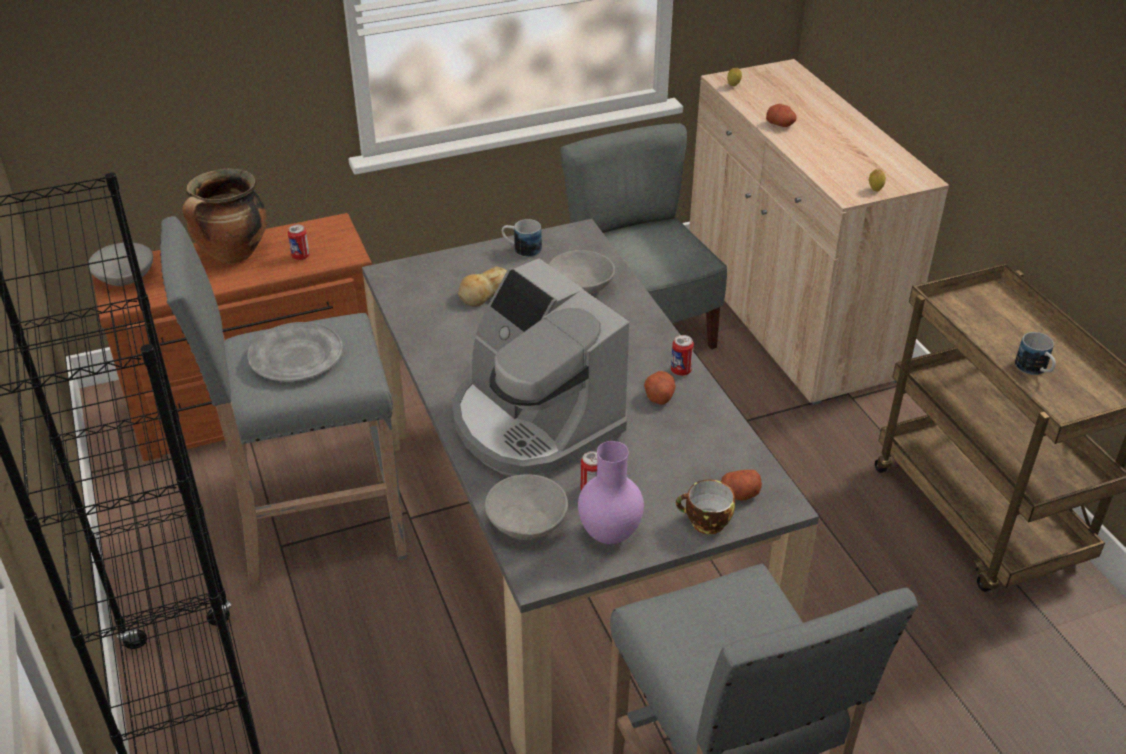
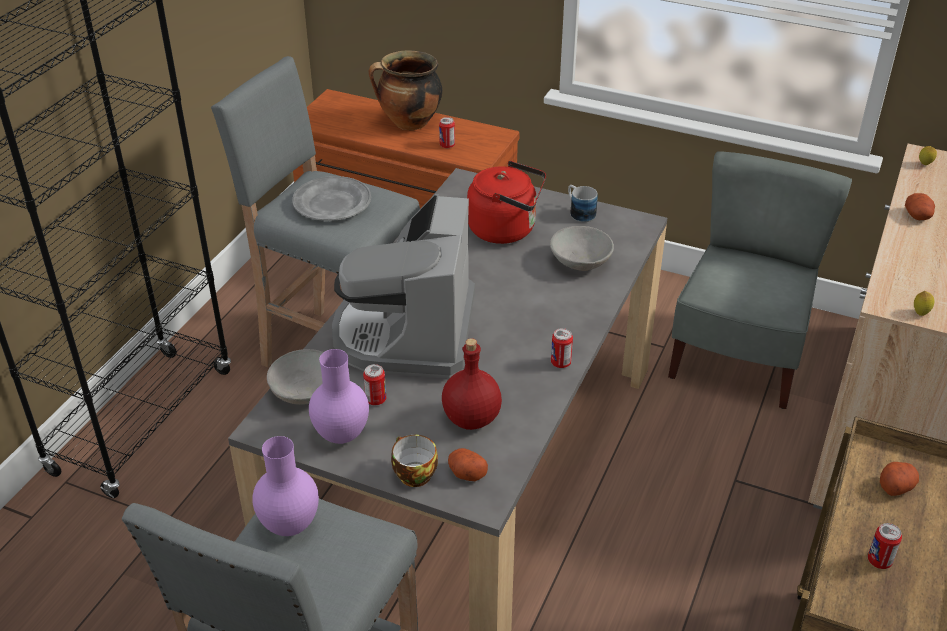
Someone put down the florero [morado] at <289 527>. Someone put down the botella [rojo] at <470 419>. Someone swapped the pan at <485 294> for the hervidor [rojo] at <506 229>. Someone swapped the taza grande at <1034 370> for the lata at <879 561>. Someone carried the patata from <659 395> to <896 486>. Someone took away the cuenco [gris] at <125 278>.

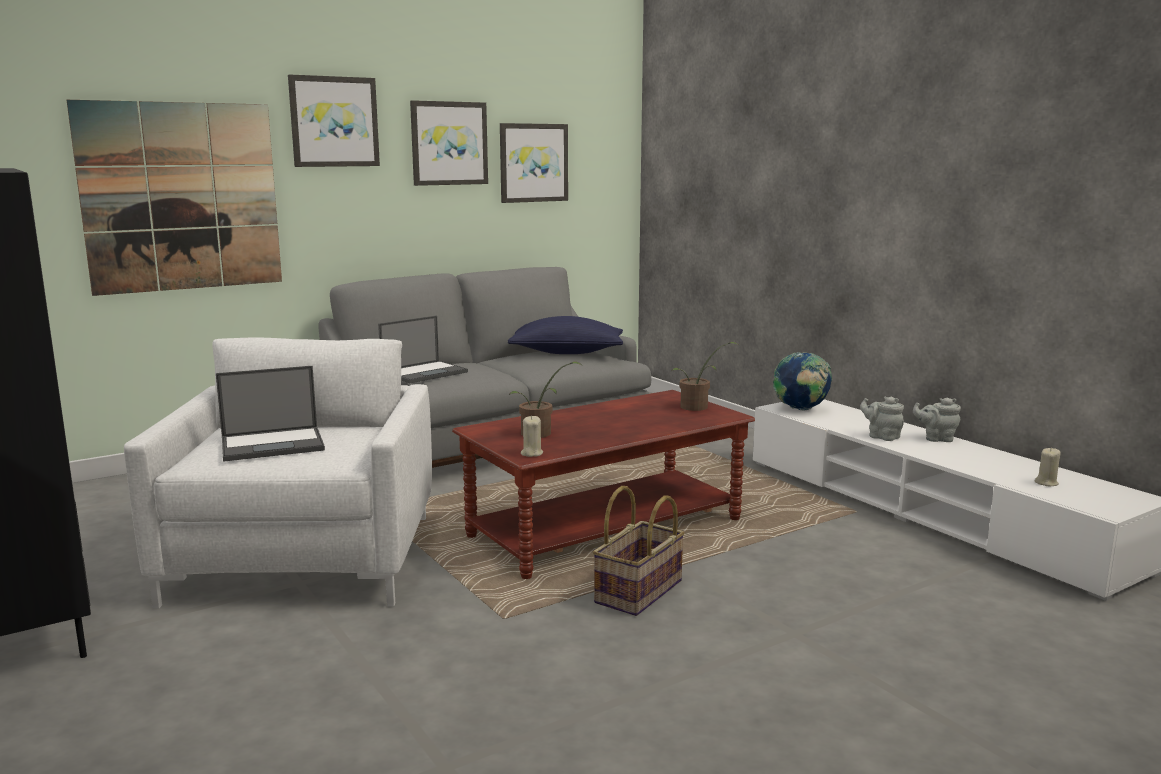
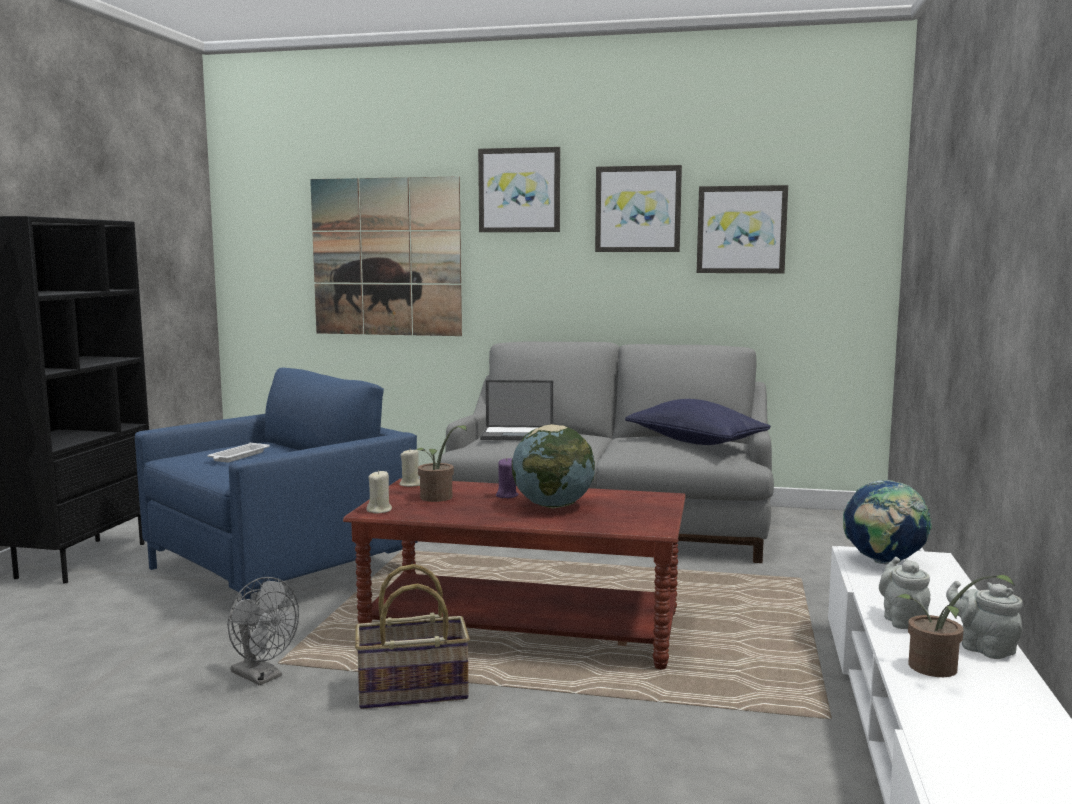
Someone repainted the sillón [blanco] at <305 559>, which became the sillón [azul] at <282 569>. Someone swapped the portátil at <274 444> for the bandeja [blanco] at <238 456>. Someone put down the ventilador [gris] at <262 677>. Someone carried the vela [beis] from <1046 483> to <411 484>. Someone put down the vela [morado] at <506 495>. Someone put down the globo terráqueo at <553 506>. Someone carried the planta en maceta from <698 407> to <938 670>.

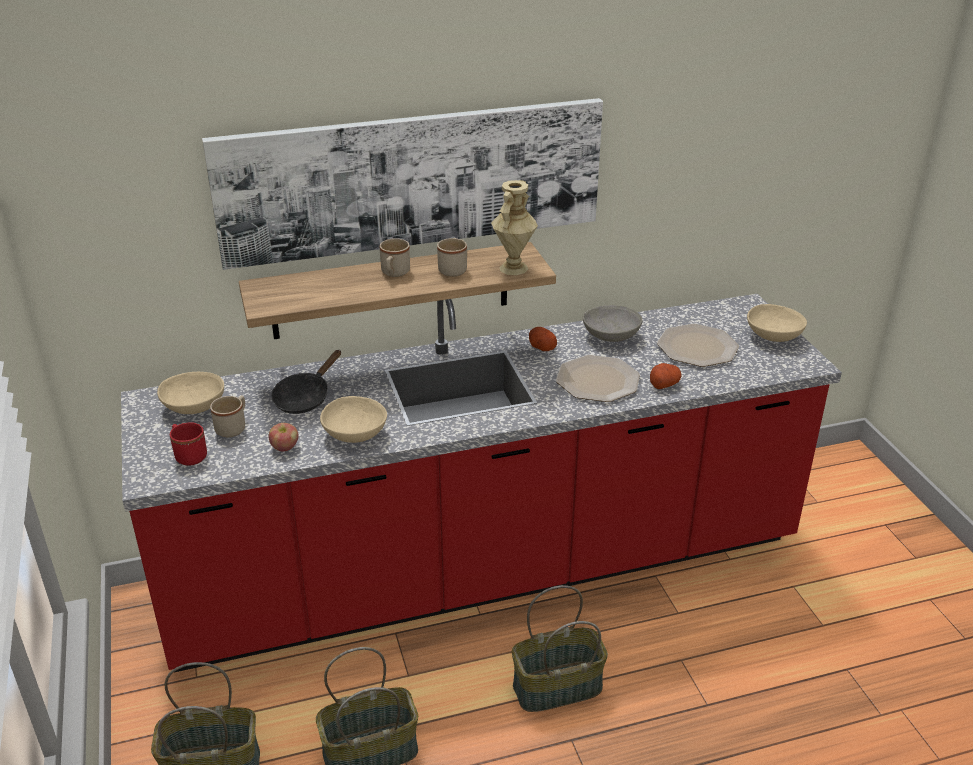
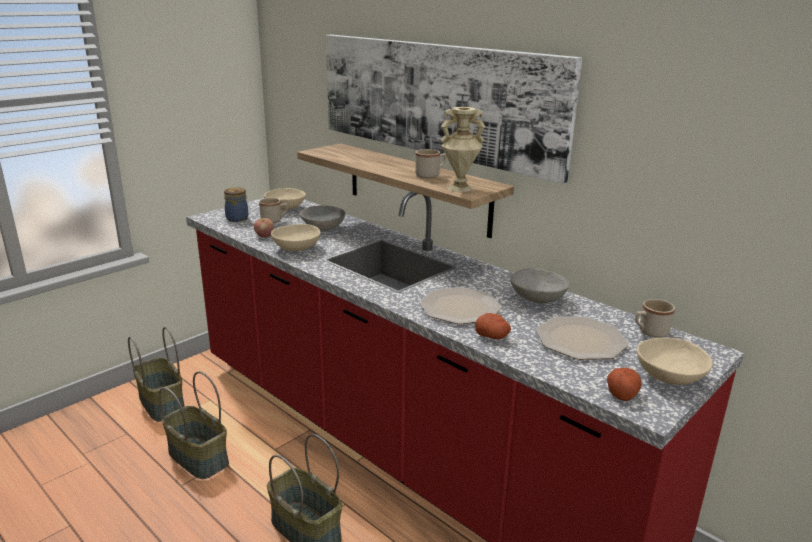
Someone swapped the taza grande [rojo] at <188 455> for the tarro at <238 218>. Someone swapped the sartén [negro] at <305 397> for the cuenco [gris] at <323 228>. Someone carried the patata from <541 346> to <622 393>. Someone carried the taza grande [beis] from <394 273> to <649 332>.

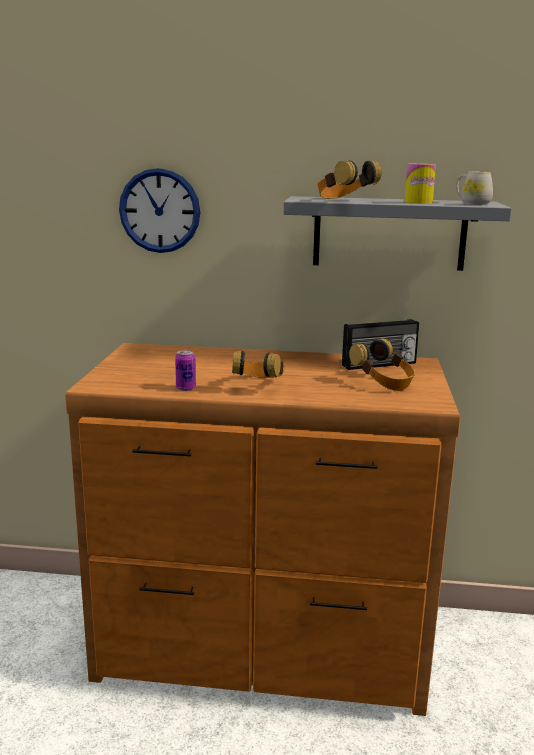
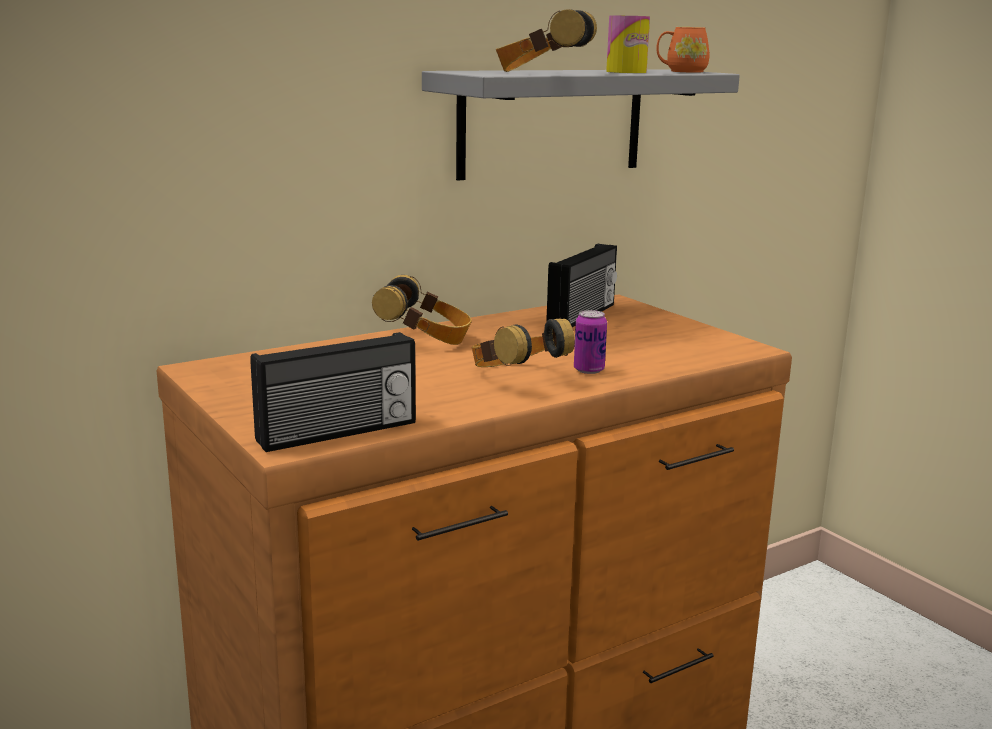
Someone put down the radio at <338 433>. Someone carried the auriculares from <383 383> to <425 340>. Someone carried the lata from <185 388> to <588 370>. Someone repainted the taza grande [blanco] at <472 203>, which became the taza grande [naranja] at <681 71>. Someone took away the reloj de pared at <160 211>.

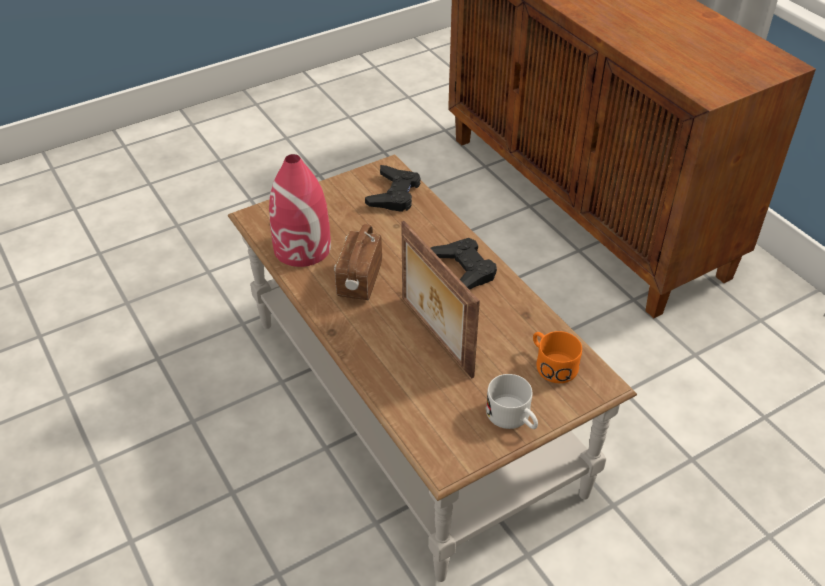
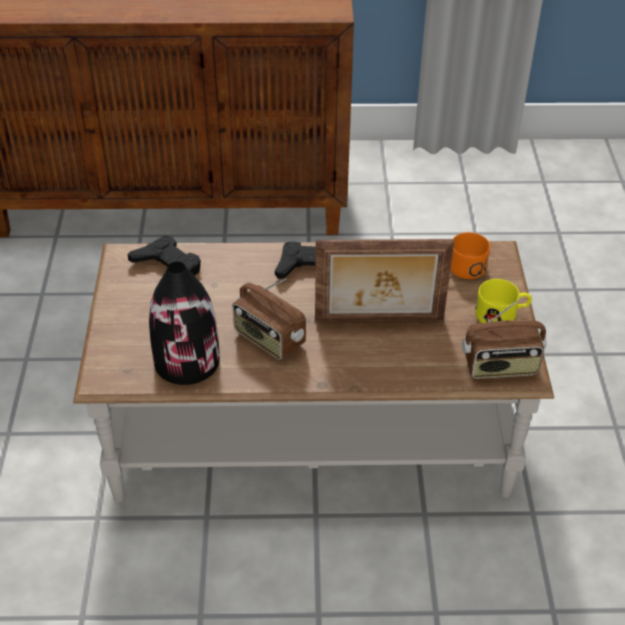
Someone repainted the florero [rojo] at <303 248>, which became the florero [negro] at <187 361>. Someone put down the radio at <500 367>. Someone repainted the taza grande [blanco] at <513 418>, which became the taza grande [amarillo] at <502 315>.

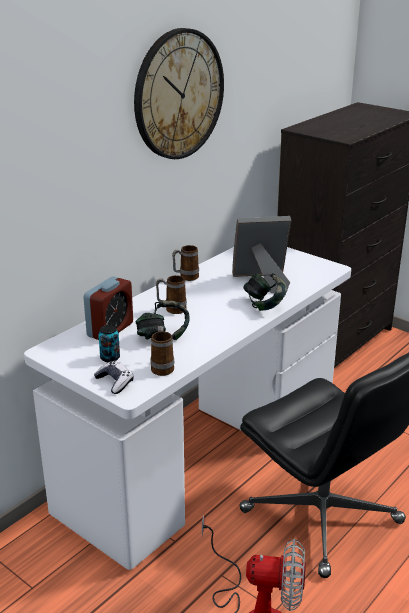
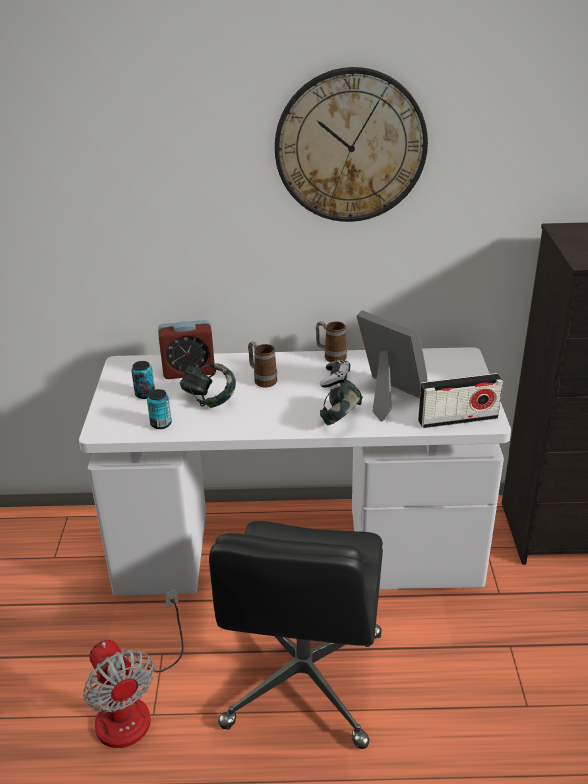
Someone swapped the taza grande at <162 367> for the lata at <161 424>. Someone carried the mando de consola from <115 382> to <335 379>. Someone put down the radio at <458 419>.

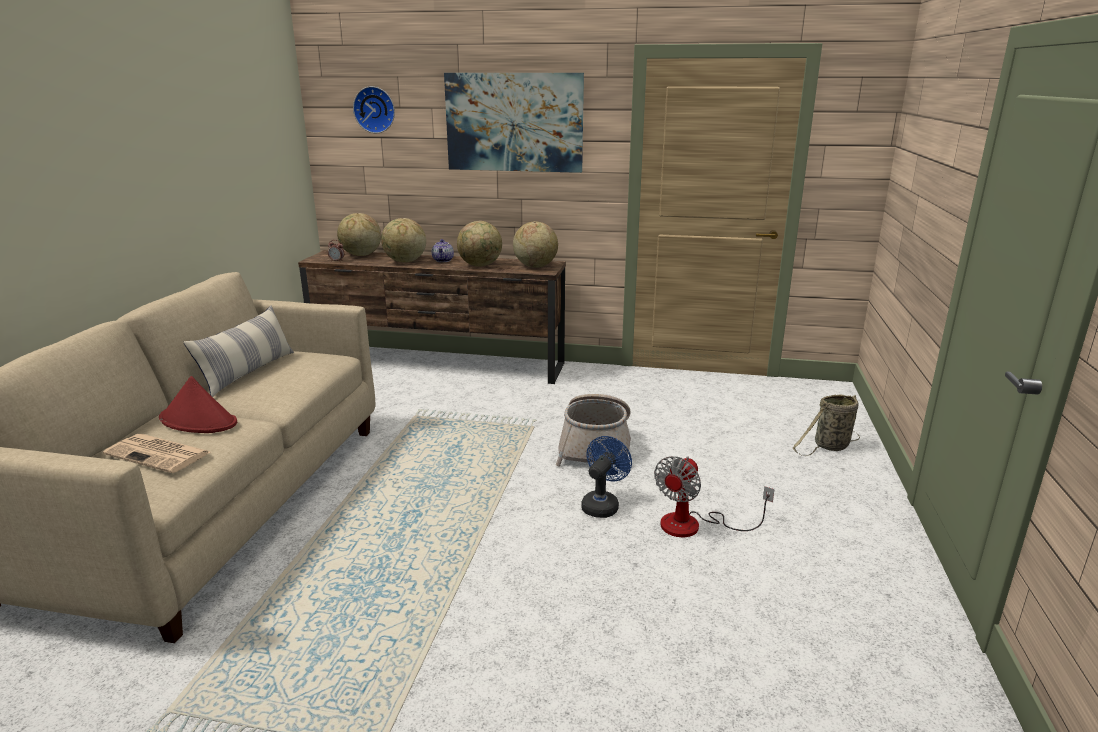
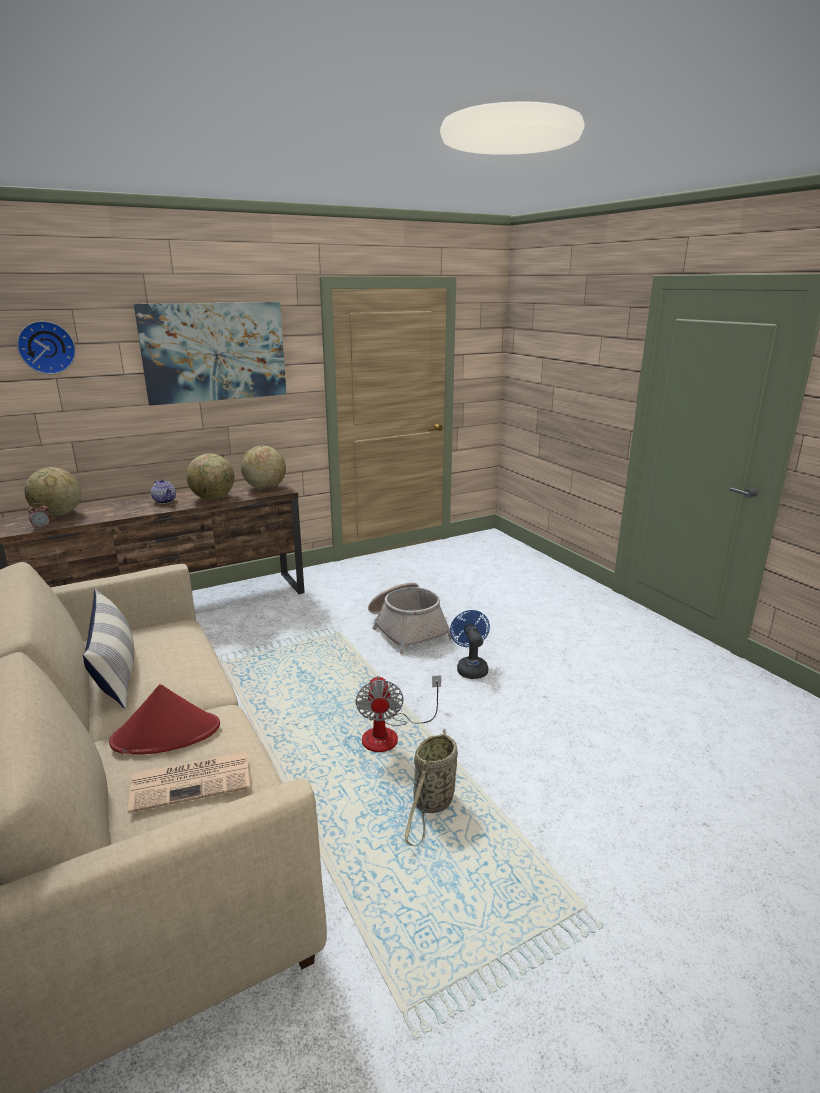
Someone carried the ventilador from <694 525> to <390 734>. Someone carried the cesta from <829 447> to <432 804>. Someone took away the globo terráqueo at <405 262>.

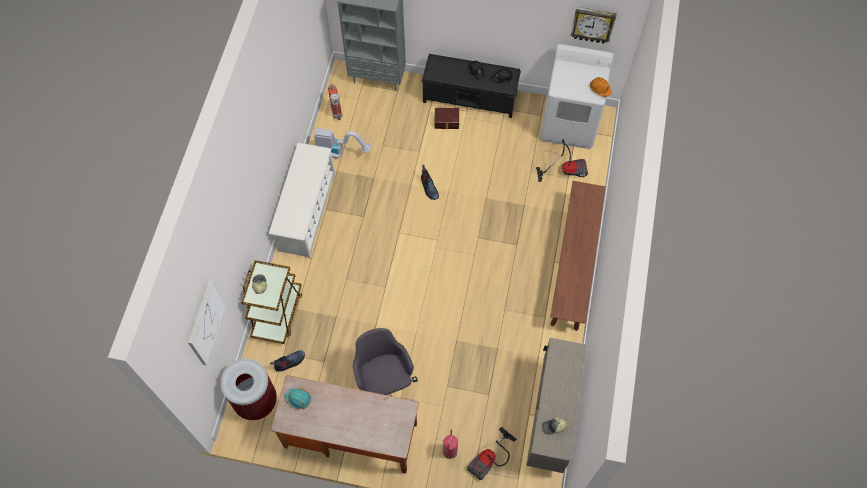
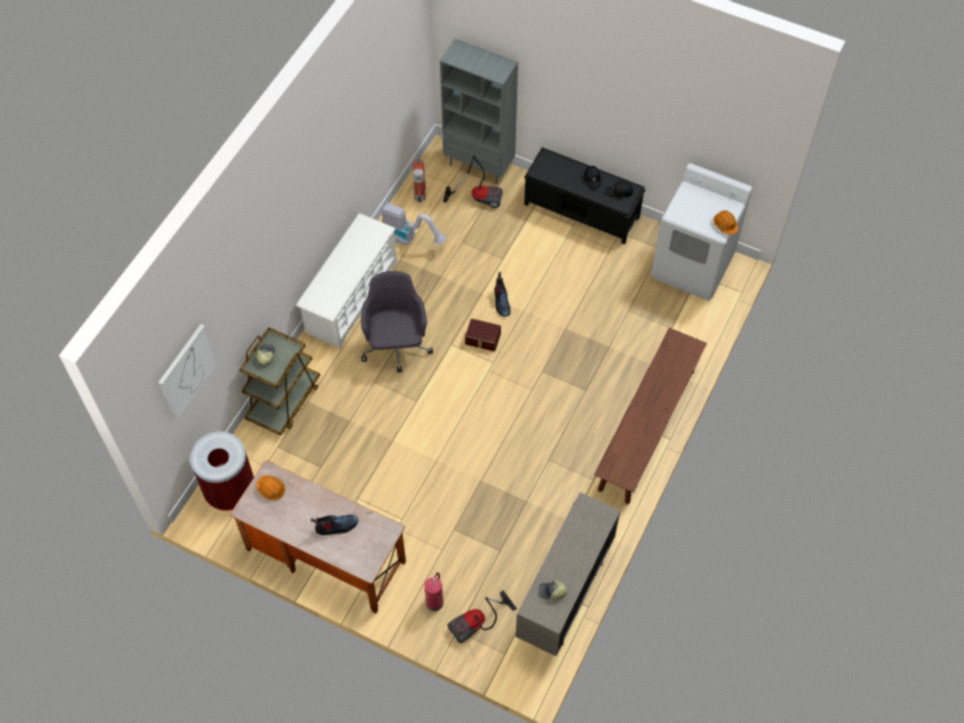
Someone repainted the casco [turquesa] at <298 399>, which became the casco [naranja] at <271 489>. Someone carried the bota from <289 362> to <336 527>. Someone carried the silla de oficina [gris] from <384 381> to <396 346>. Someone carried the aspiradora from <566 170> to <478 197>. Someone carried the caja de almacenaje [marrón] from <446 122> to <482 339>. Someone took away the reloj de pared at <593 24>.

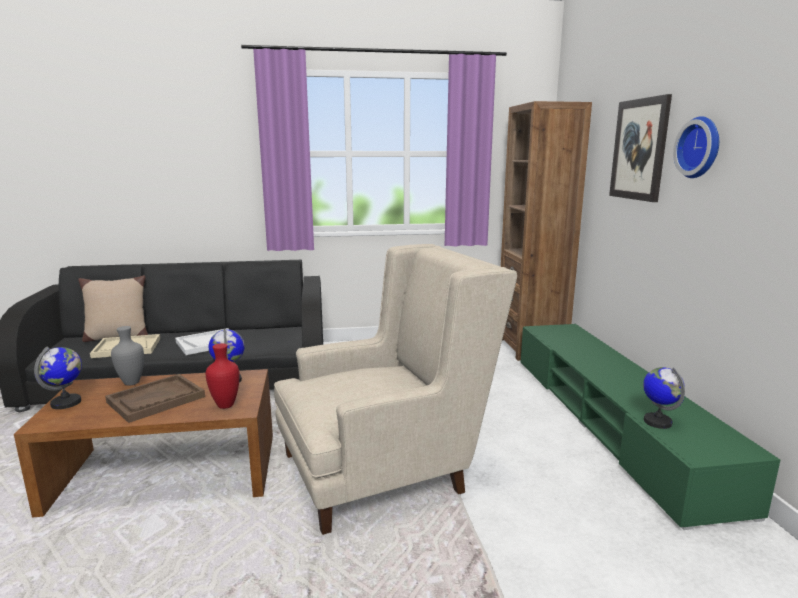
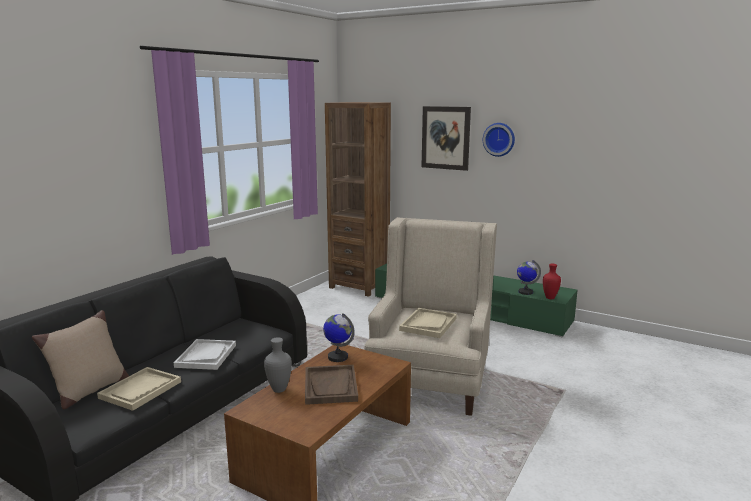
Someone put down the bandeja [beis] at <428 324>. Someone carried the florero [rojo] from <225 406> to <550 298>. Someone took away the globo terráqueo at <66 403>.

